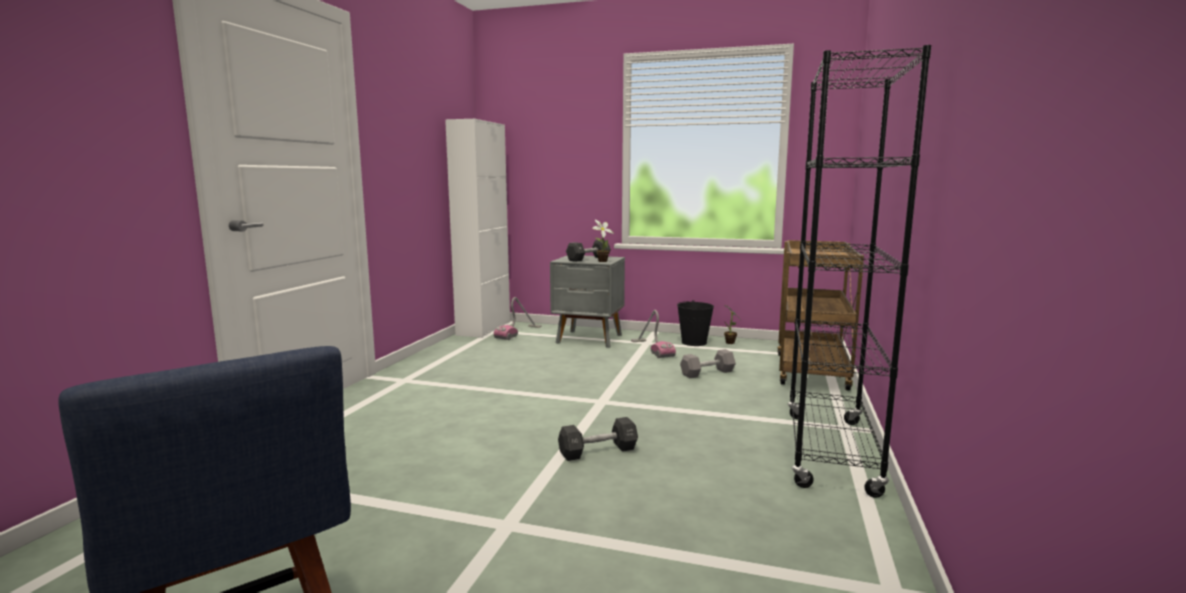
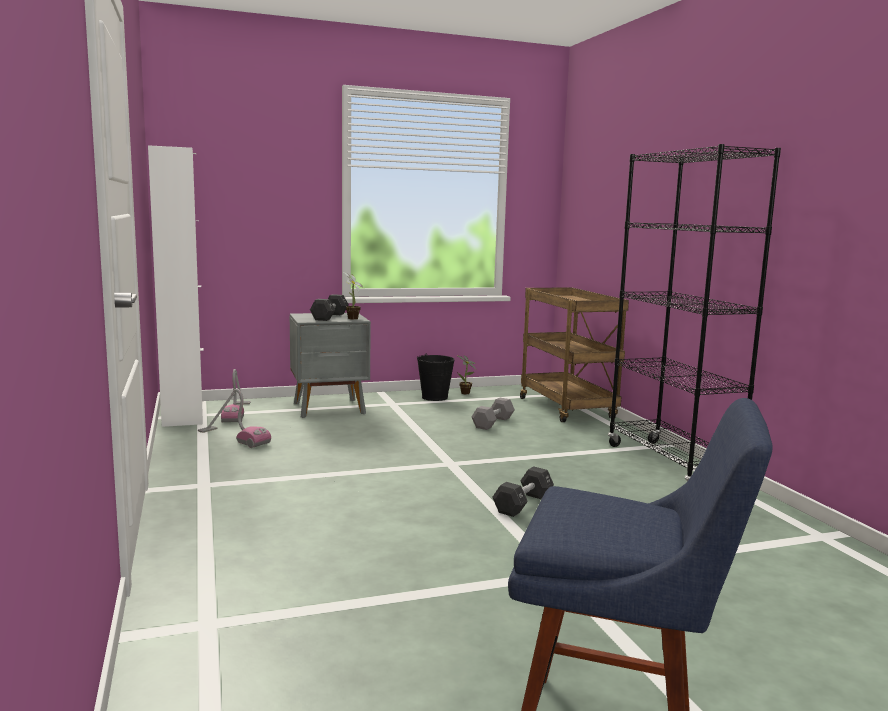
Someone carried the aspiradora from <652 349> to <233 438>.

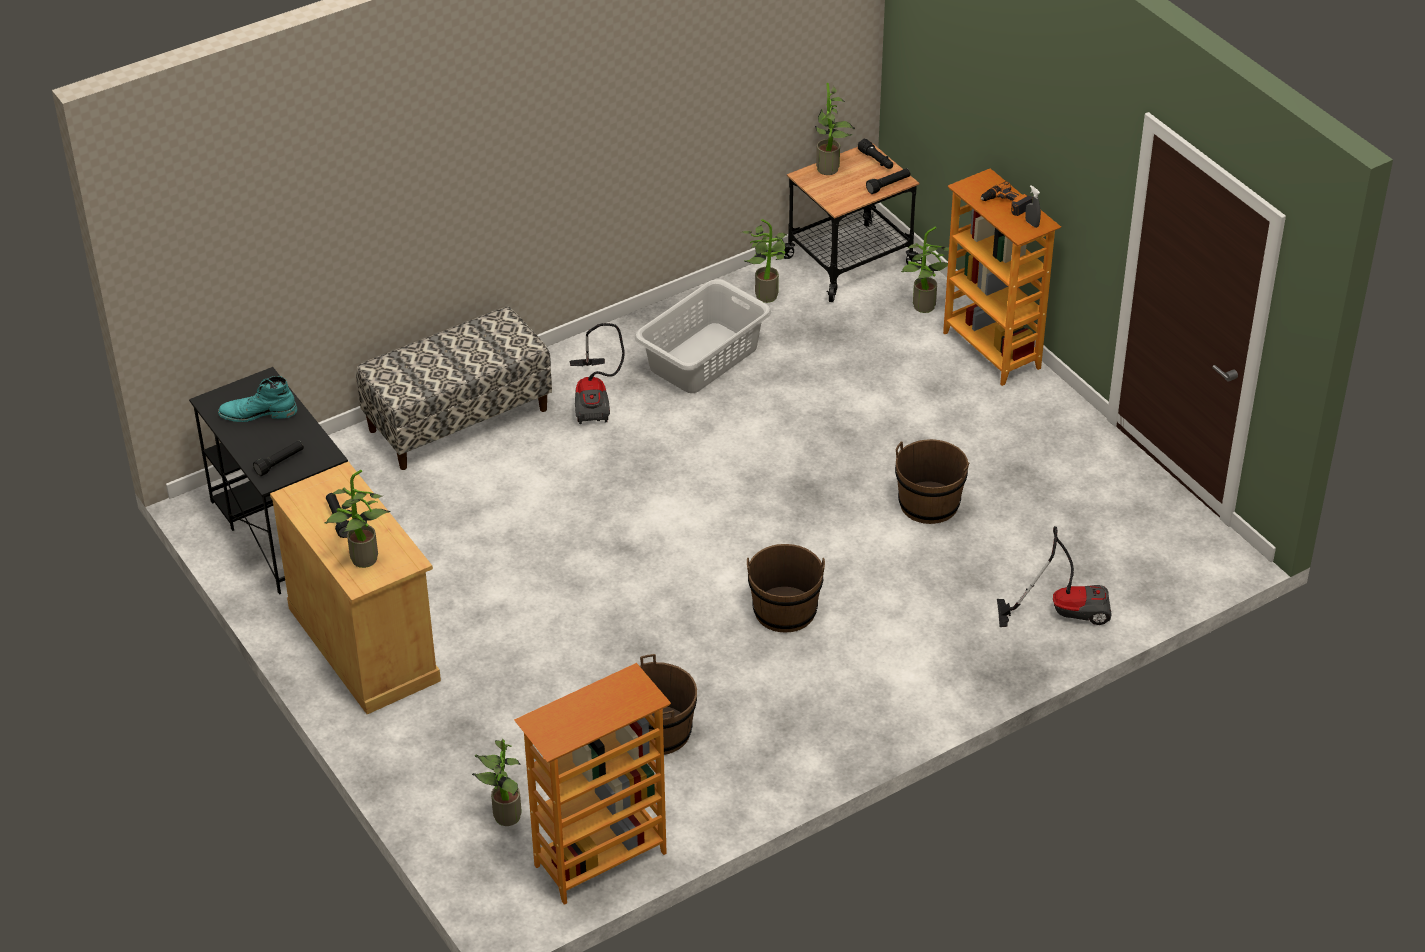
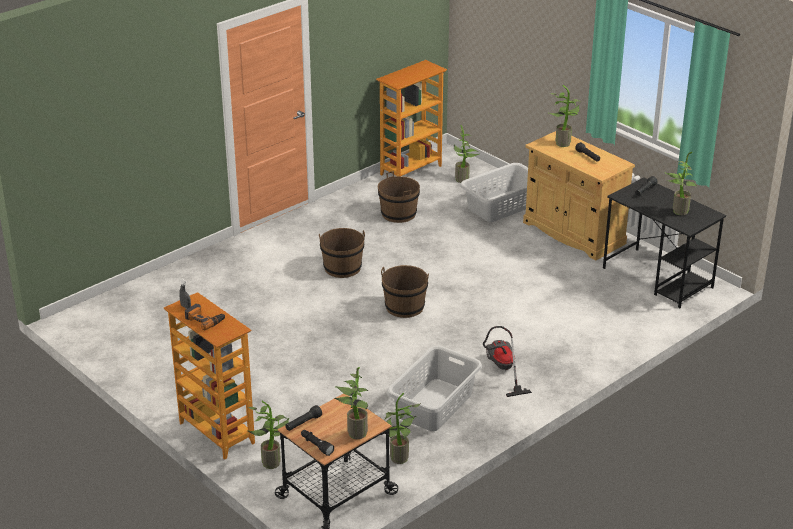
Someone carried the cubo [marrón] from <929 503> to <404 307>. Someone put down the cesto de la ropa [gris] at <502 206>. Someone swapped the bota [turquesa] at <258 413> for the planta en maceta at <678 211>. Someone took away the banco at <458 419>. Someone took away the aspiradora at <1063 610>.

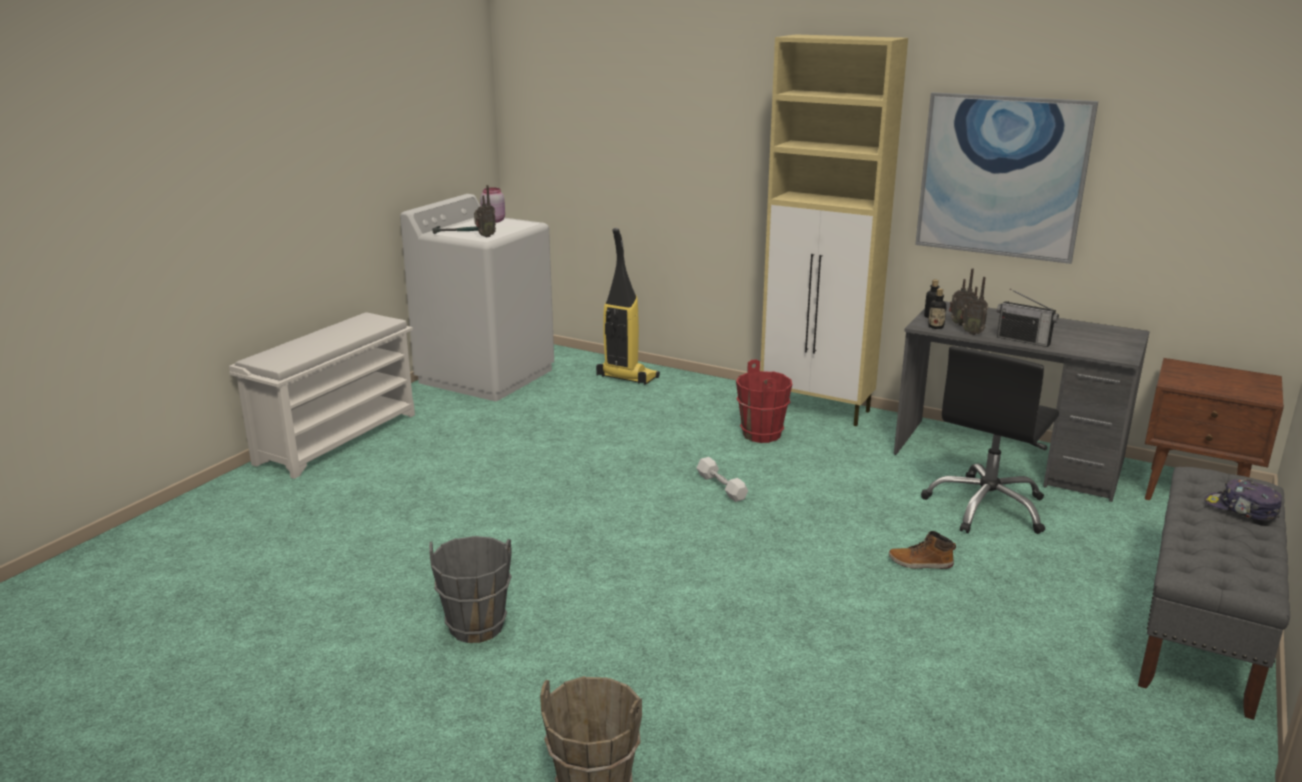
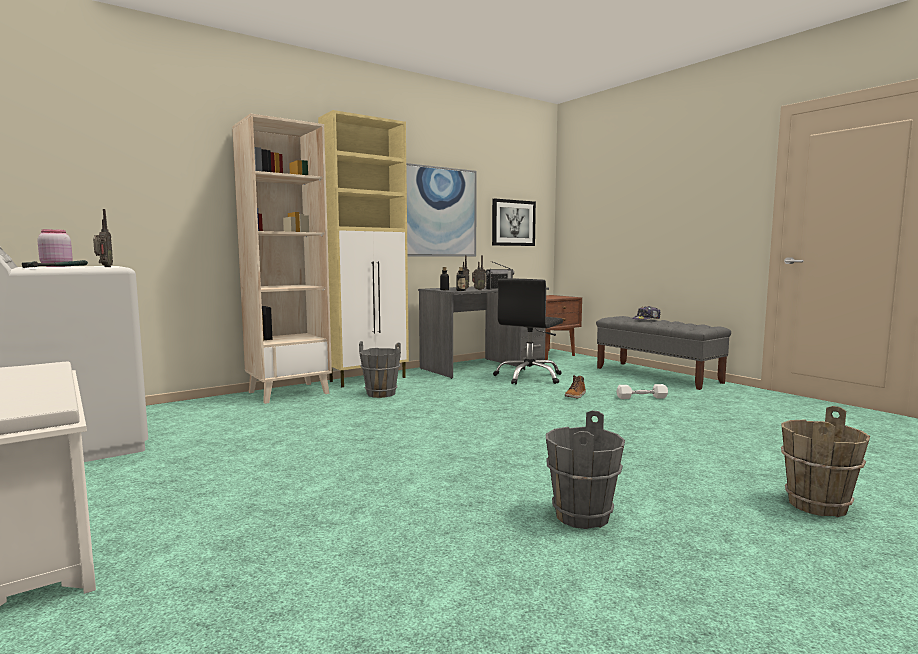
Someone put down the estantería [beis] at <289 392>. Someone repainted the cubo [rojo] at <762 434>, which became the cubo [gris] at <381 394>. Someone put up the cuadro at <513 223>. Someone rotated the silla de oficina [negro] at <987 507> by 60 degrees clockwise. Someone carried the mancuerna [blanco] from <721 487> to <641 397>. Someone took away the aspiradora at <626 377>.

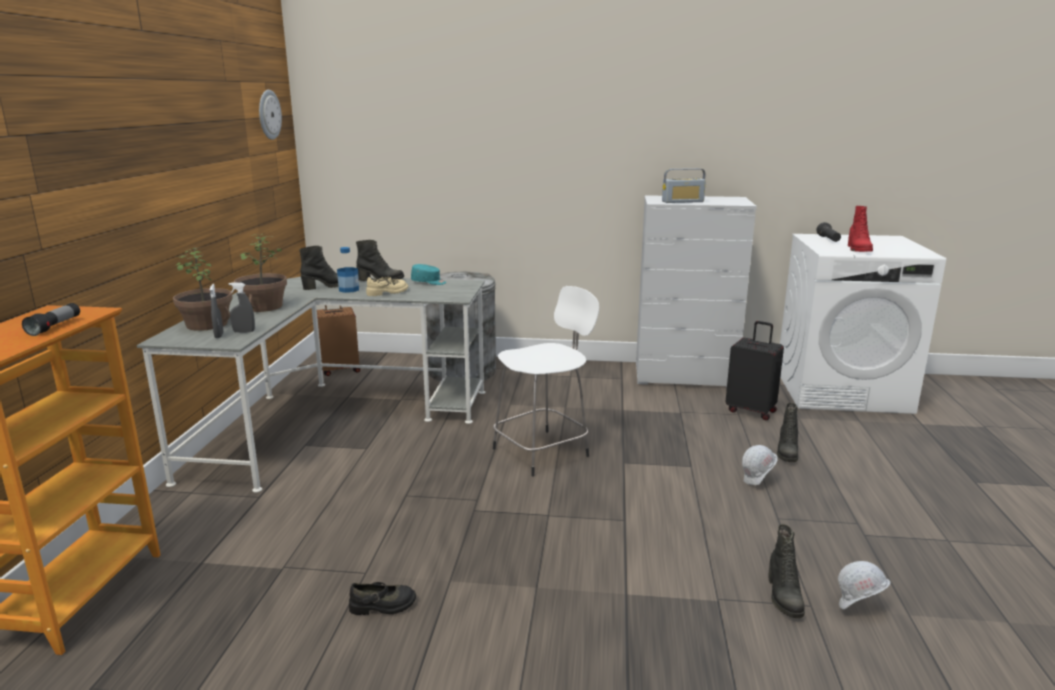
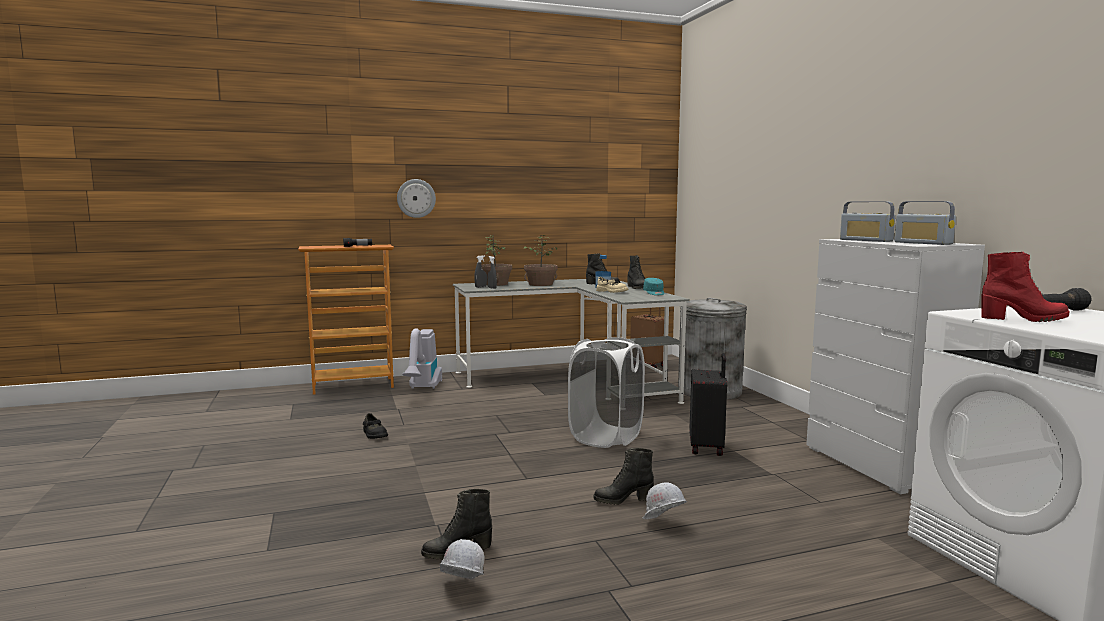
Someone carried the reloj de pared from <268 114> to <416 198>. Someone put down the aspiradora at <423 389>. Someone swapped the taburete [blanco] at <543 451> for the cesto de la ropa [blanco] at <606 437>. Someone carried the bota [negro] from <786 453> to <623 500>. Someone carried the maleta [negro] from <751 411> to <707 447>. Someone put down the radio at <923 243>. Someone rotated the bota [rojo] at <858 249> by 150 degrees counterclockwise.

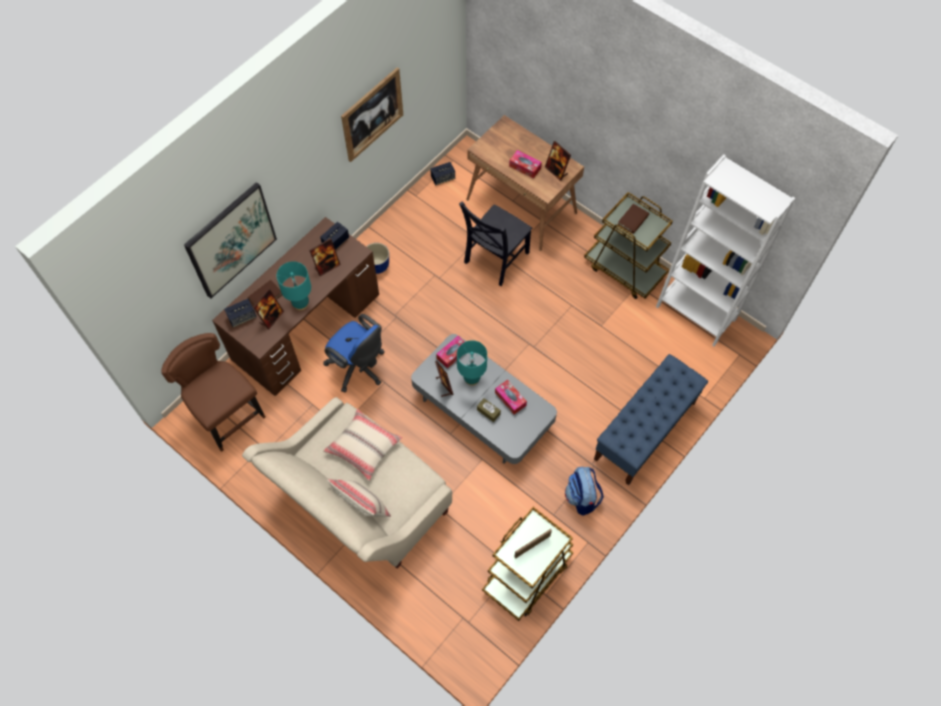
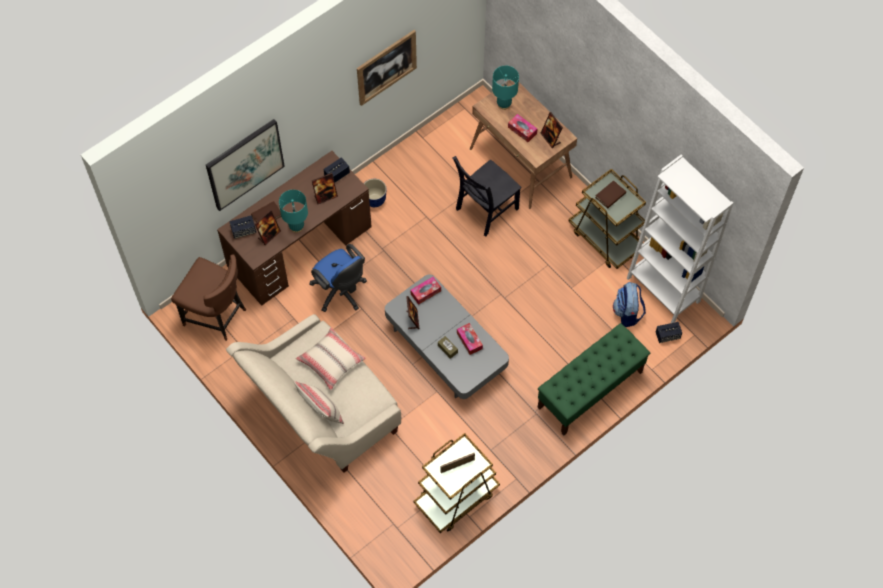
Someone rotated the silla [marrón] at <227 415> by 150 degrees clockwise. Someone carried the lámpara de mesa [turquesa] from <471 379> to <503 104>. Someone repainted the banco [azul] at <645 431>, which became the banco [verde] at <590 390>. Someone carried the mochila from <582 497> to <627 313>. Someone carried the altavoz from <443 178> to <667 335>.

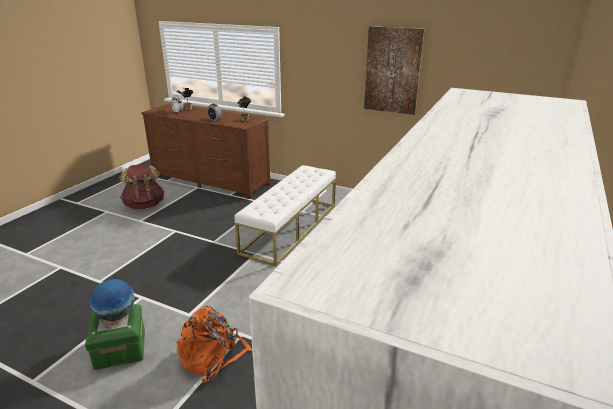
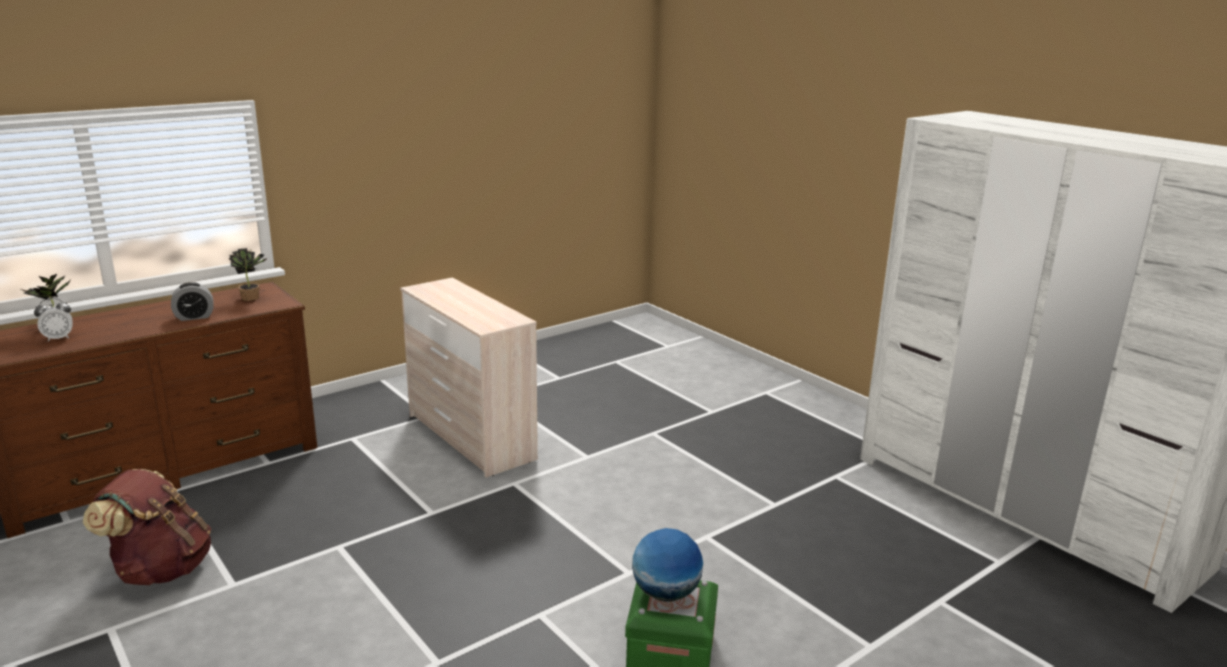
Someone swapped the banco [blanco] at <290 228> for the cómoda [beis] at <469 438>. Someone took away the mochila [naranja] at <213 357>. Someone took away the cuadro at <392 71>.

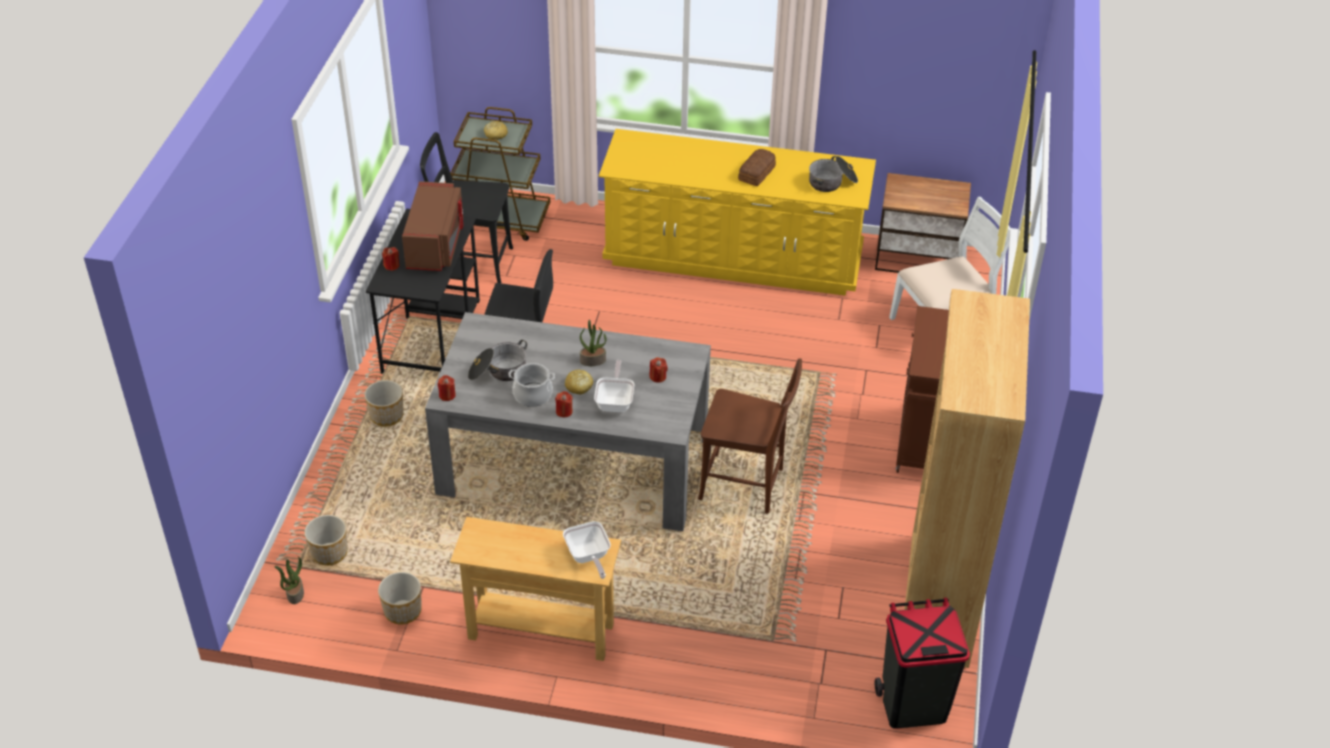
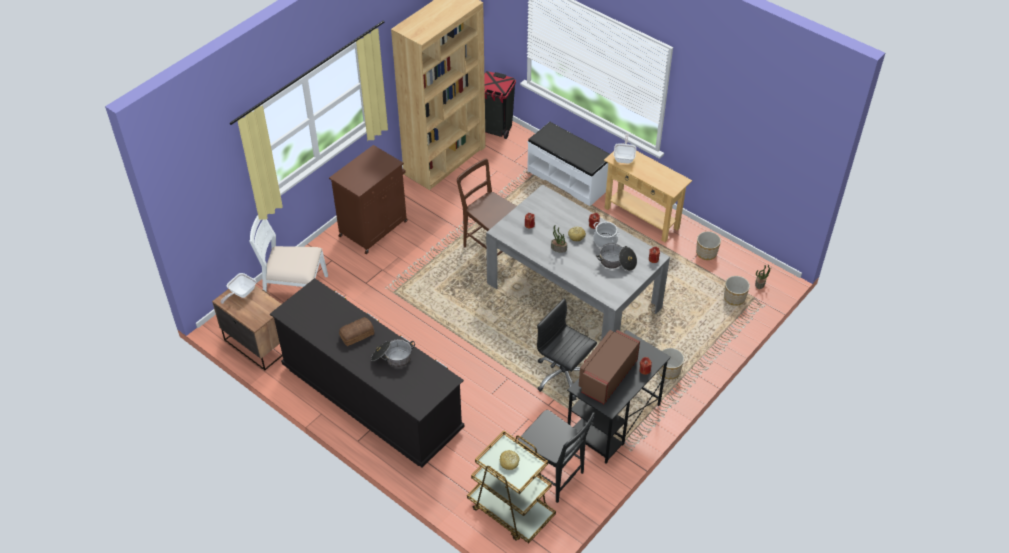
Someone carried the sartén from <615 401> to <241 293>. Someone repainted the cómoda [amarillo] at <733 257>, which became the cómoda [negro] at <372 398>. Someone carried the olla from <832 182> to <392 357>. Someone put down the banco [blanco] at <569 179>.

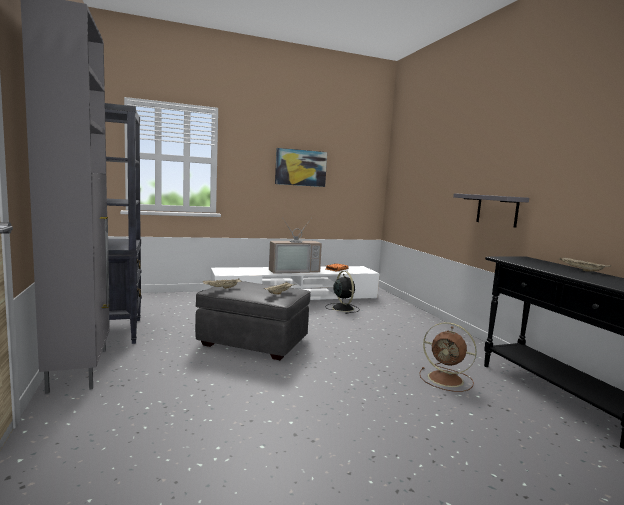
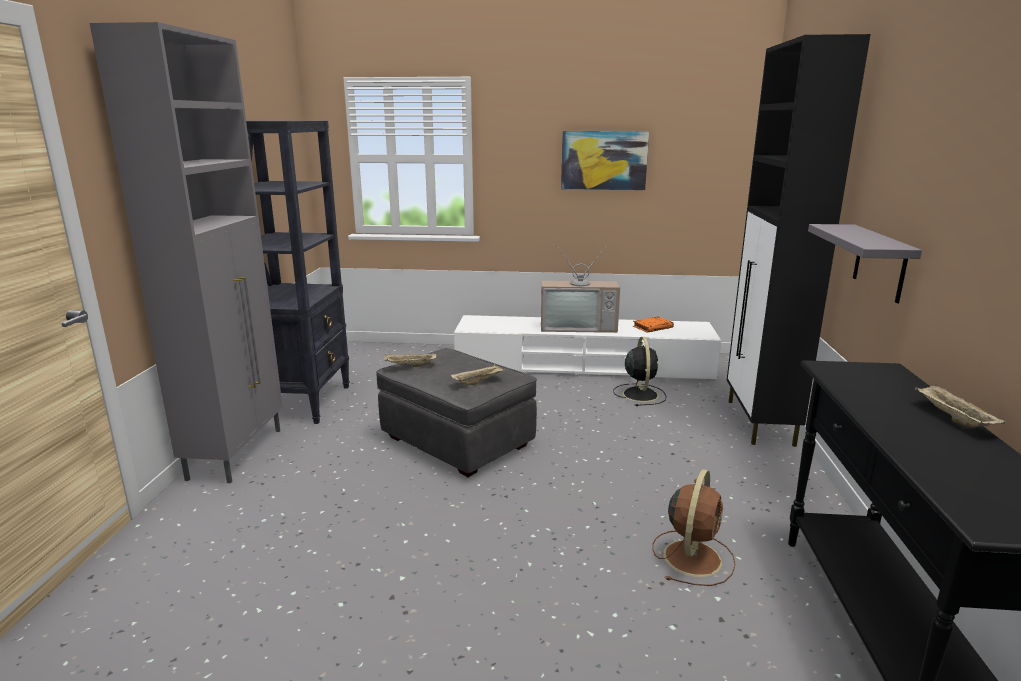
Someone rotated the ventilador [marrón] at <447 379> by 120 degrees counterclockwise. Someone put down the armario [negro] at <760 423>.

